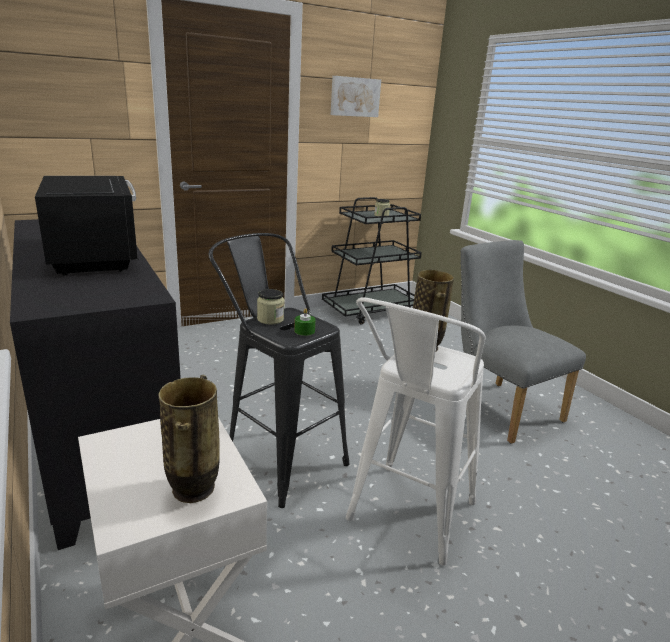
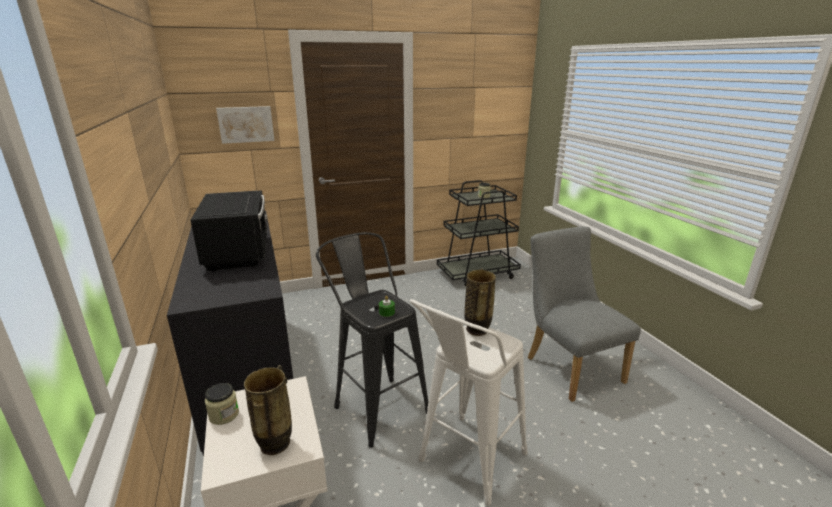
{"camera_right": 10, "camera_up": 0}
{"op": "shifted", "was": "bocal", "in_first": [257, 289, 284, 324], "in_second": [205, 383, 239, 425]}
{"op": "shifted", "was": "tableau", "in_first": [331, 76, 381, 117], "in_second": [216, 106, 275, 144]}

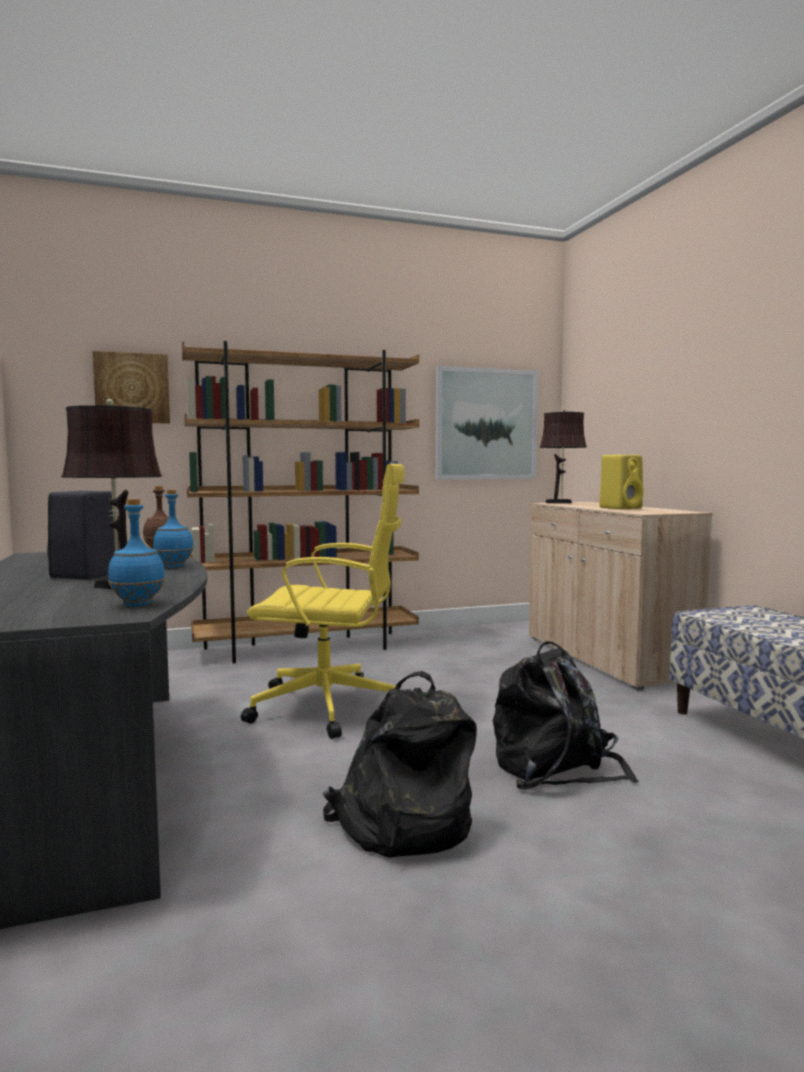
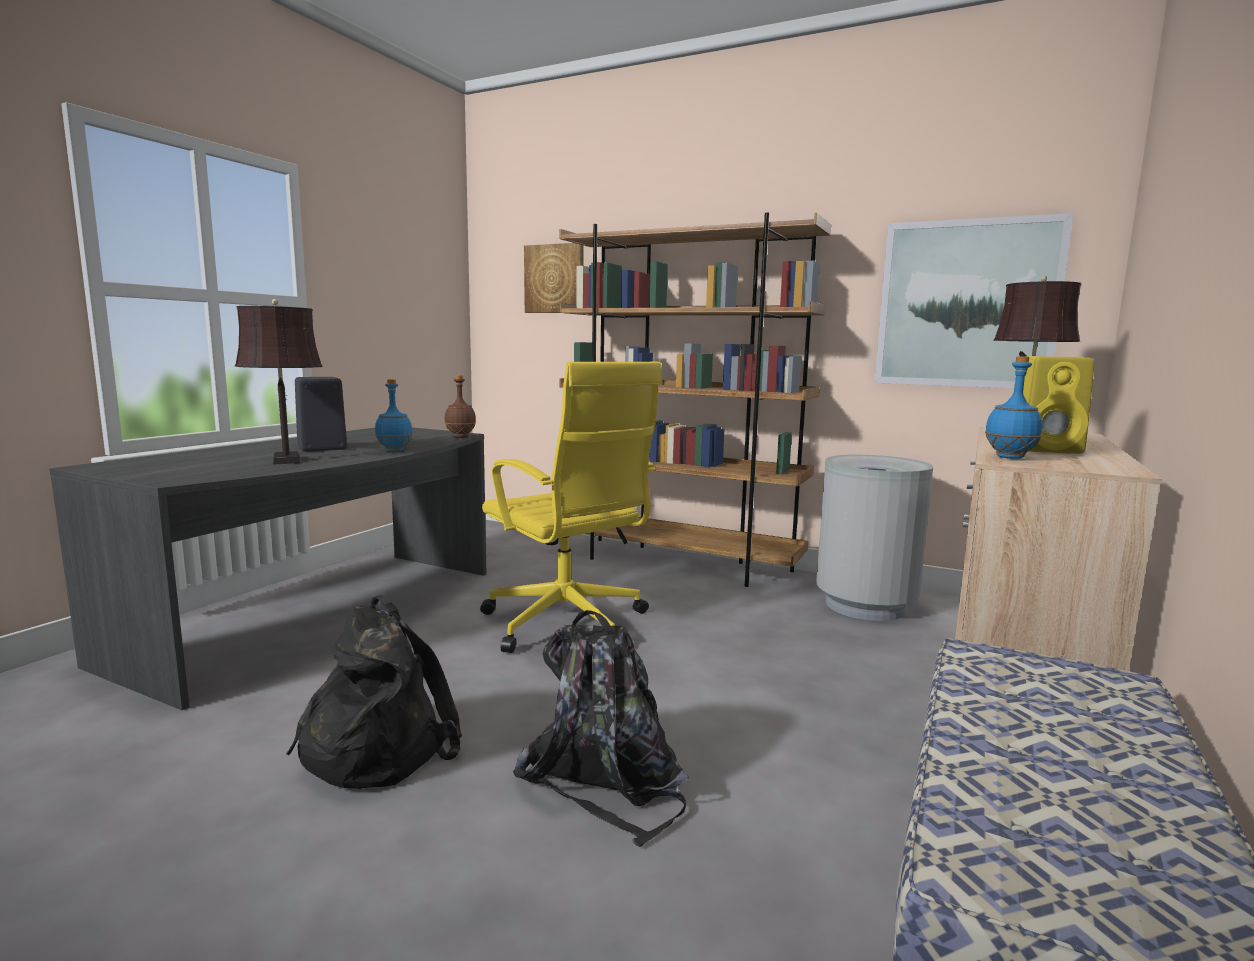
{"camera_right": 45, "camera_up": 5}
{"op": "shifted", "was": "bouteille (bleu)", "in_first": [108, 499, 165, 606], "in_second": [985, 356, 1043, 459]}
{"op": "new", "now": "poubelle (gris)", "in_second": [816, 455, 933, 621]}

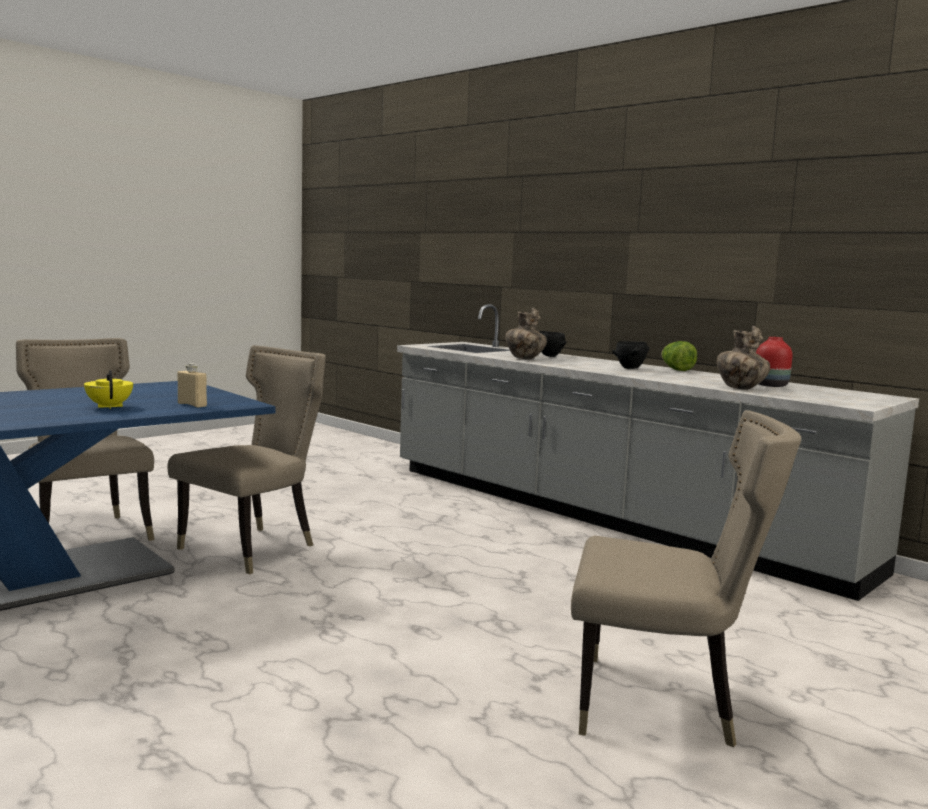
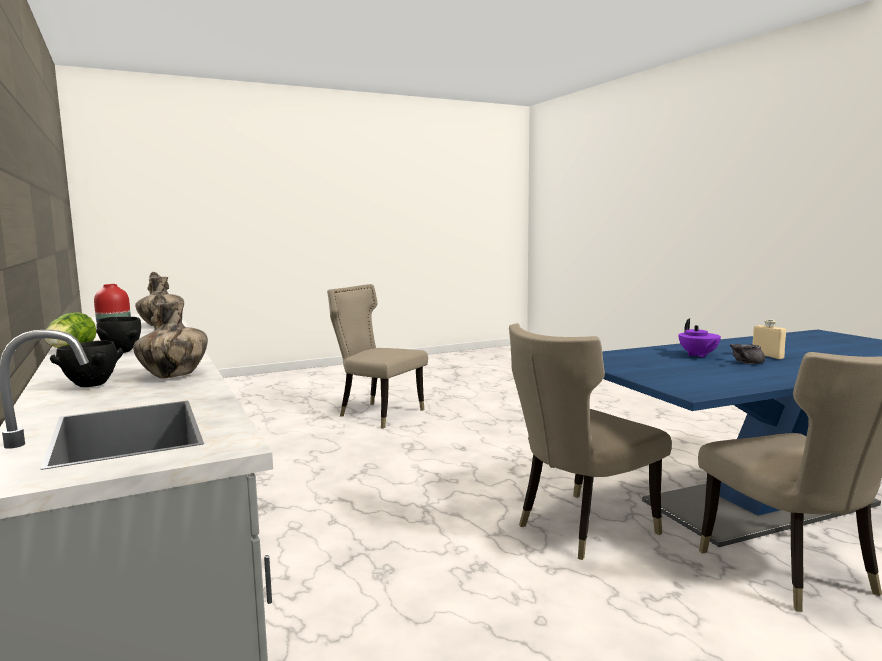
{"camera_right": -160, "camera_up": 0}
{"op": "repainted", "was": "théière (jaune)", "now": "théière (violet)", "in_first": [84, 370, 133, 409], "in_second": [678, 319, 721, 358]}
{"op": "shifted", "was": "bouteille (beige)", "in_first": [177, 363, 207, 407], "in_second": [752, 319, 786, 359]}
{"op": "new", "now": "théière (gris)", "in_second": [730, 344, 765, 364]}

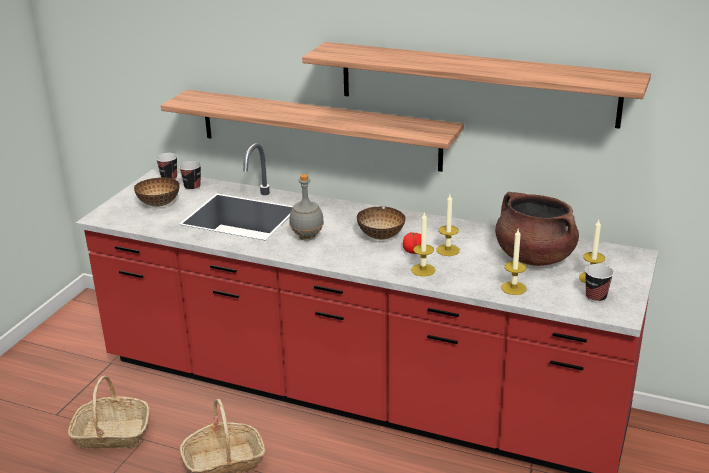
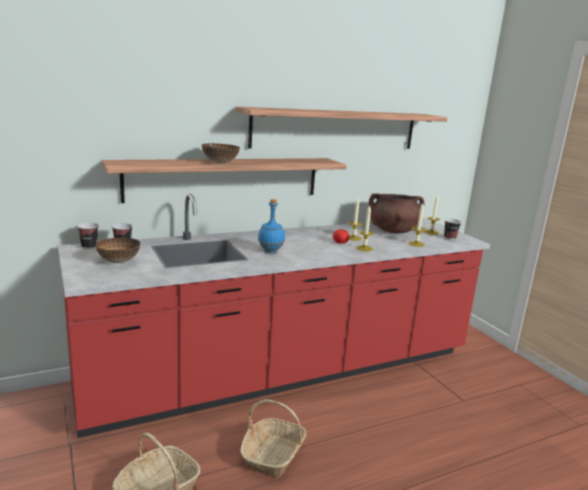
{"camera_right": -50, "camera_up": -10}
{"op": "repainted", "was": "bouteille (gris)", "now": "bouteille (bleu)", "in_first": [289, 174, 324, 241], "in_second": [258, 199, 285, 253]}
{"op": "shifted", "was": "bol", "in_first": [357, 206, 406, 240], "in_second": [202, 143, 240, 163]}

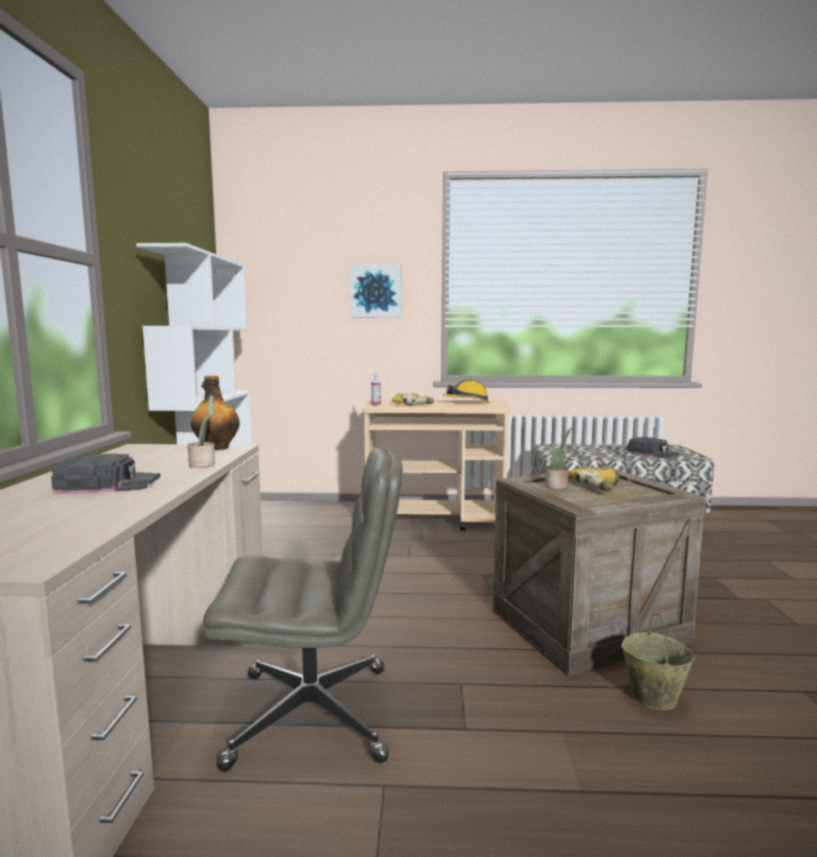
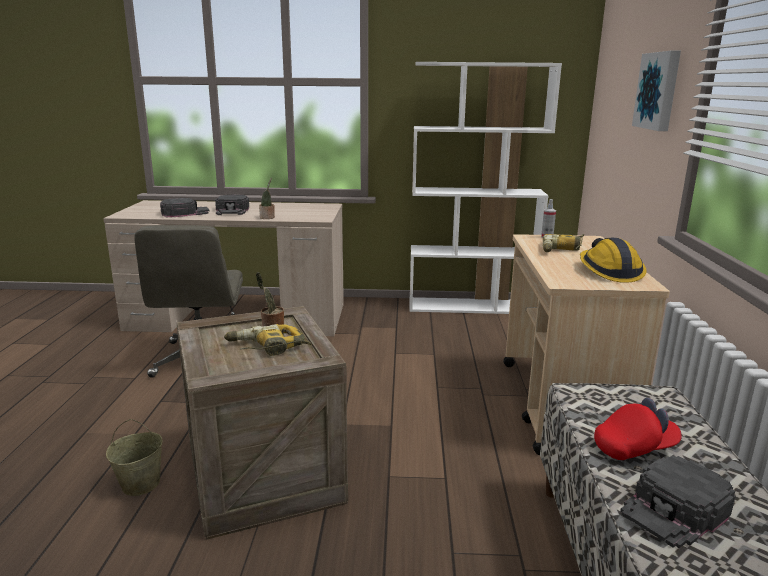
{"camera_right": 90, "camera_up": 10}
{"op": "gone", "was": "bouteille", "in_first": [191, 375, 240, 450]}
{"op": "new", "now": "casquette (noir)", "in_second": [160, 198, 209, 217]}
{"op": "new", "now": "casquette (rouge)", "in_second": [594, 398, 682, 460]}

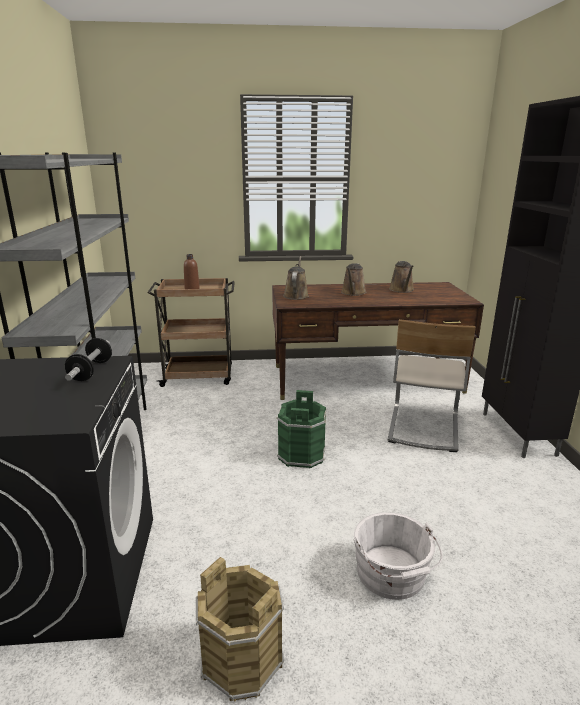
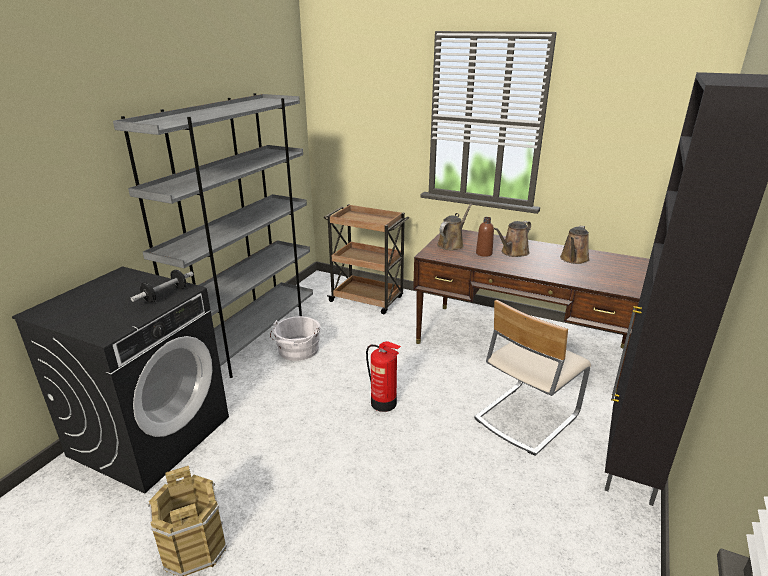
{"camera_right": 30, "camera_up": 5}
{"op": "shifted", "was": "bouteille (marron)", "in_first": [184, 254, 200, 289], "in_second": [476, 217, 494, 257]}
{"op": "swapped", "was": "seau (vert)", "now": "extincteur", "in_first": [277, 390, 326, 468], "in_second": [366, 341, 401, 412]}
{"op": "shifted", "was": "seau (blanc)", "in_first": [354, 512, 442, 600], "in_second": [270, 316, 321, 361]}

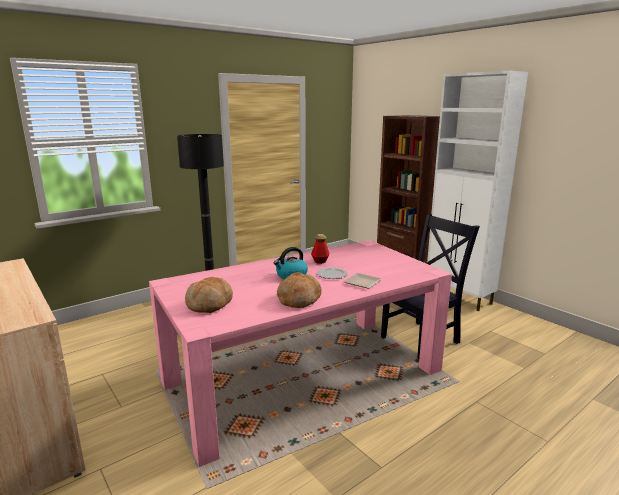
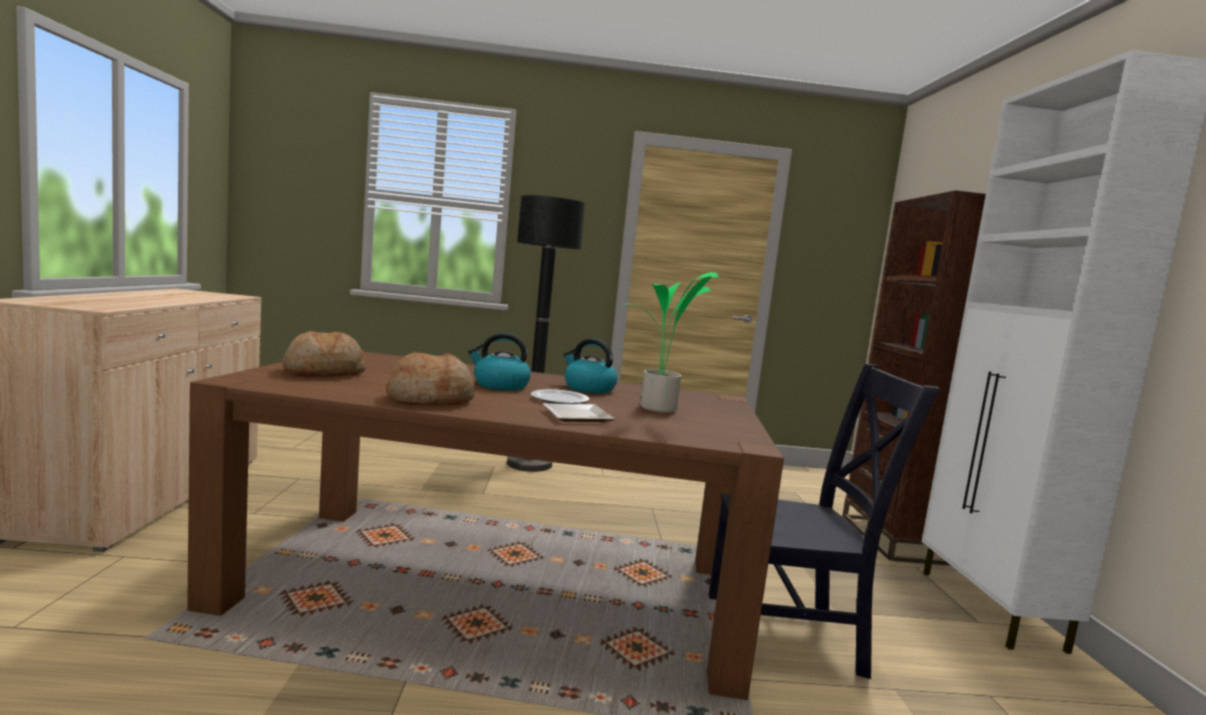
{"camera_right": 35, "camera_up": -10}
{"op": "repainted", "was": "table à manger (rose)", "now": "table à manger (marron)", "in_first": [149, 240, 452, 467], "in_second": [187, 351, 784, 700]}
{"op": "swapped", "was": "bouteille", "now": "bouilloire", "in_first": [311, 234, 329, 264], "in_second": [563, 338, 618, 393]}
{"op": "new", "now": "plante en pot", "in_second": [623, 272, 718, 413]}

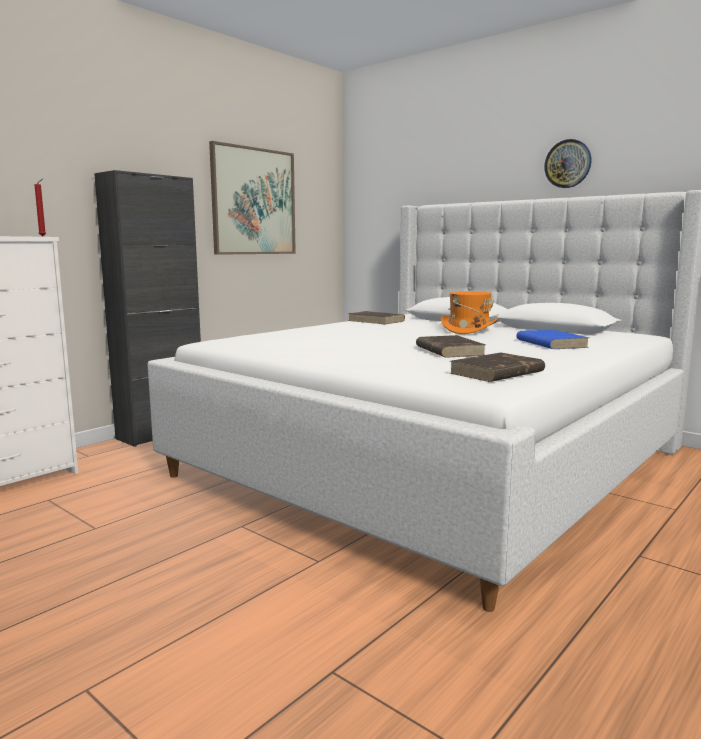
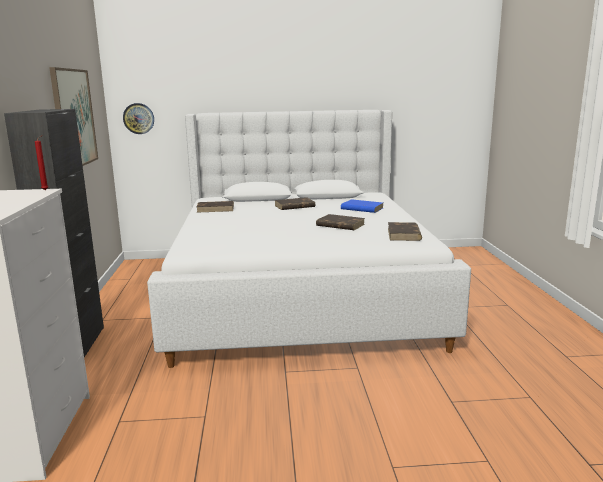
{"camera_right": -45, "camera_up": 5}
{"op": "swapped", "was": "chapeau (orange)", "now": "livre (marron)", "in_first": [441, 291, 498, 334], "in_second": [274, 197, 316, 210]}
{"op": "shifted", "was": "horloge murale", "in_first": [544, 139, 592, 188], "in_second": [123, 103, 154, 134]}

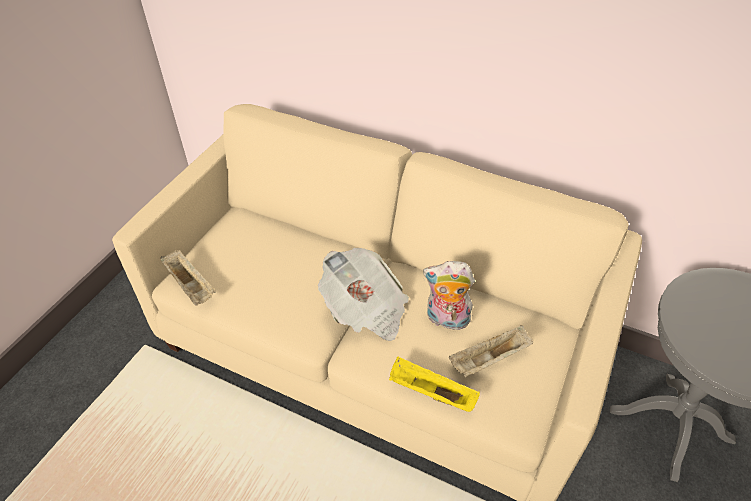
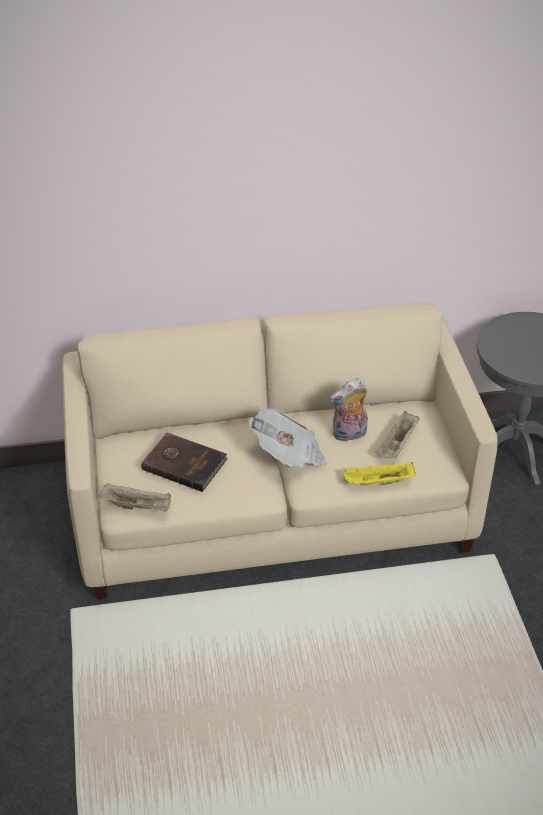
{"camera_right": -35, "camera_up": -5}
{"op": "new", "now": "livre (marron)", "in_second": [141, 432, 228, 492]}

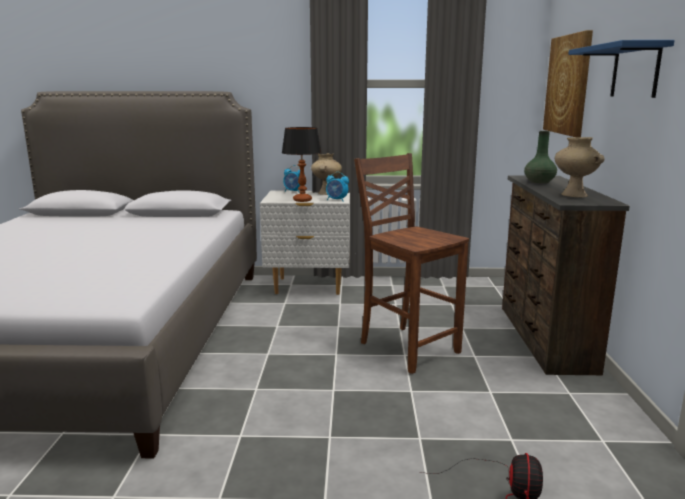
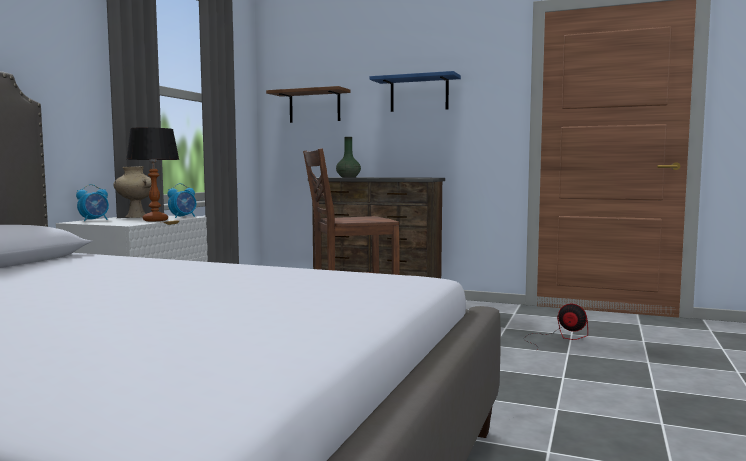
{"camera_right": -70, "camera_up": -10}
{"op": "swapped", "was": "tableau", "now": "étagère (marron)", "in_first": [543, 30, 593, 137], "in_second": [266, 86, 351, 123]}
{"op": "gone", "was": "vase (beige)", "in_first": [555, 137, 605, 198]}

